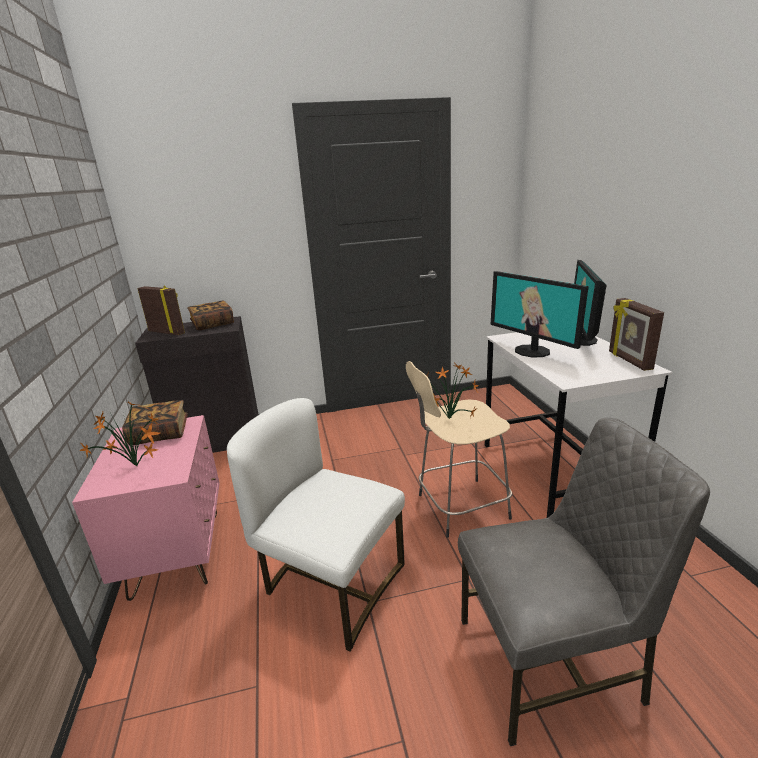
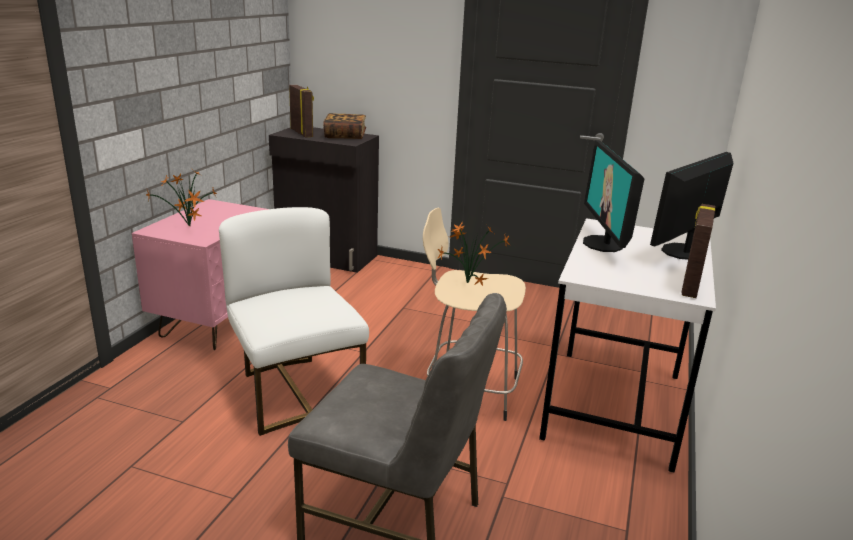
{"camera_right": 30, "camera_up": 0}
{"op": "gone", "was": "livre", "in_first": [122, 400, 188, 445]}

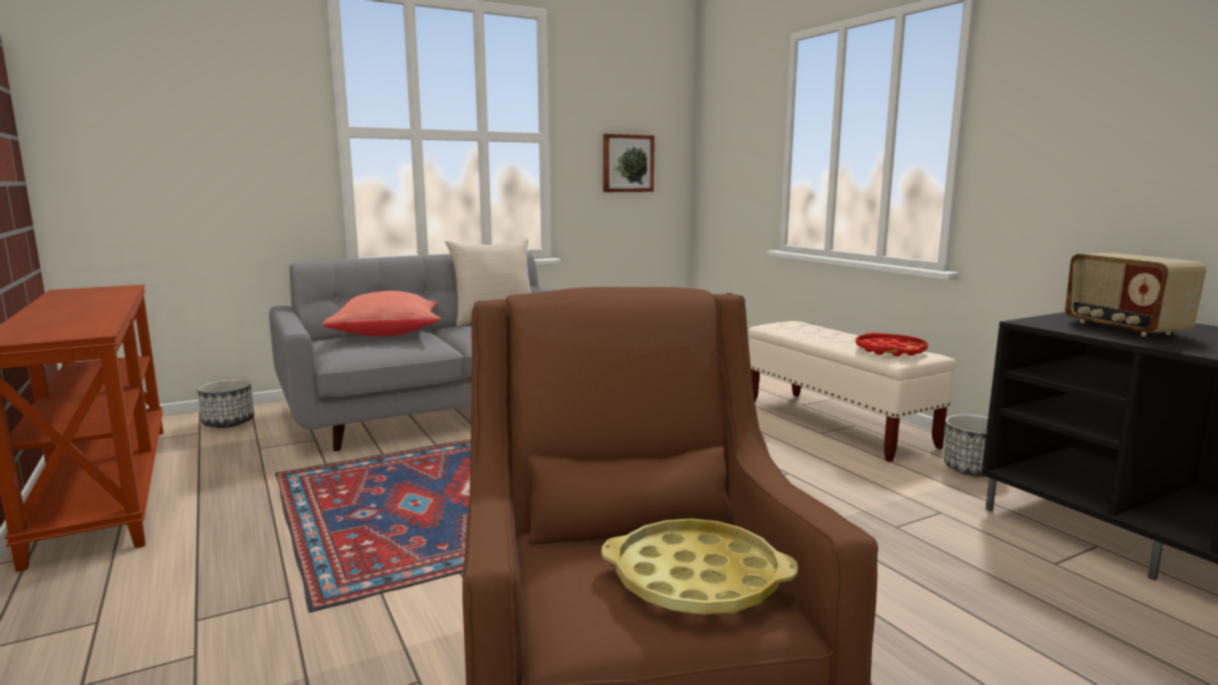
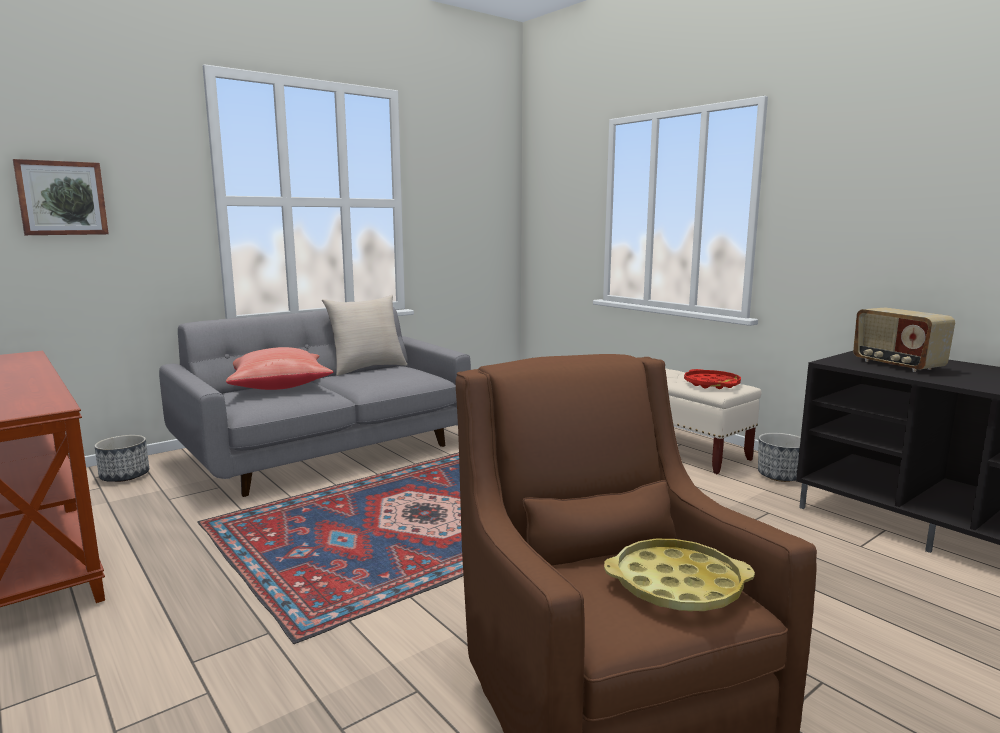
{"camera_right": -10, "camera_up": 0}
{"op": "shifted", "was": "tableau", "in_first": [603, 134, 655, 192], "in_second": [13, 159, 109, 235]}

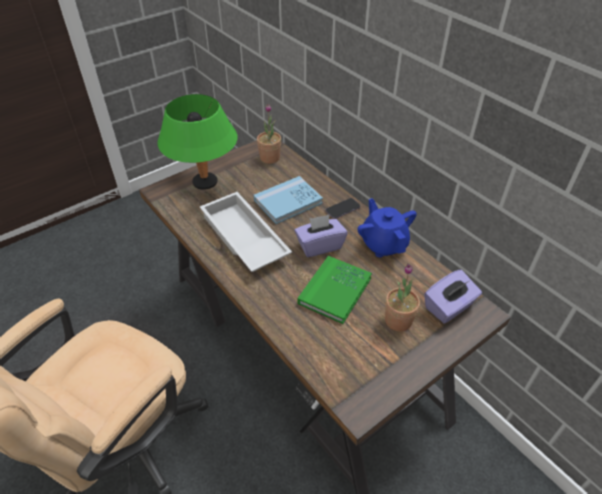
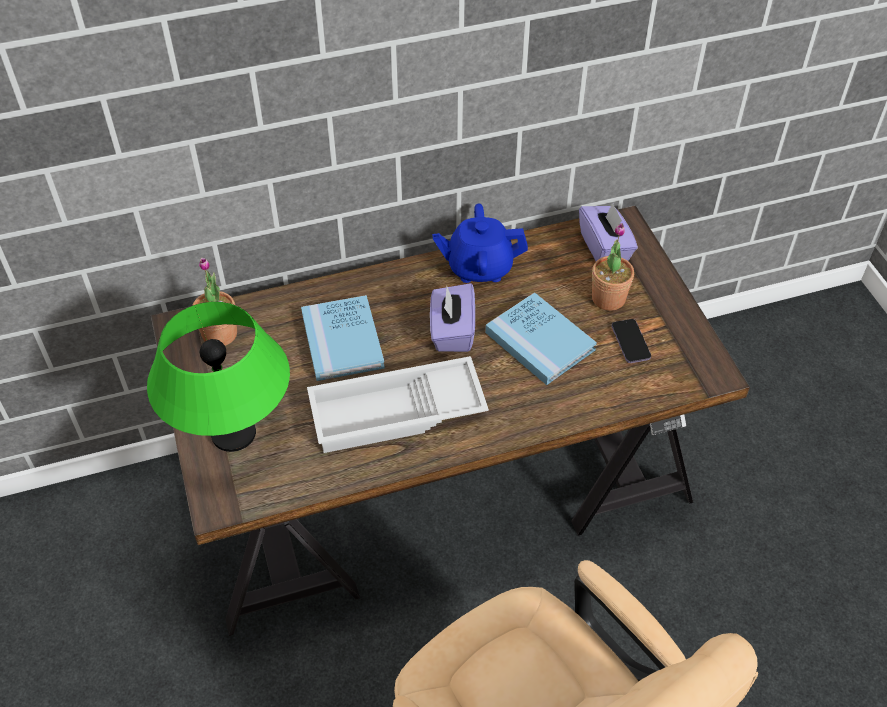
{"camera_right": -70, "camera_up": 5}
{"op": "repainted", "was": "livre (vert)", "now": "livre (bleu)", "in_first": [297, 256, 372, 324], "in_second": [485, 292, 597, 385]}
{"op": "shifted", "was": "téléphone", "in_first": [326, 198, 360, 219], "in_second": [611, 319, 651, 363]}

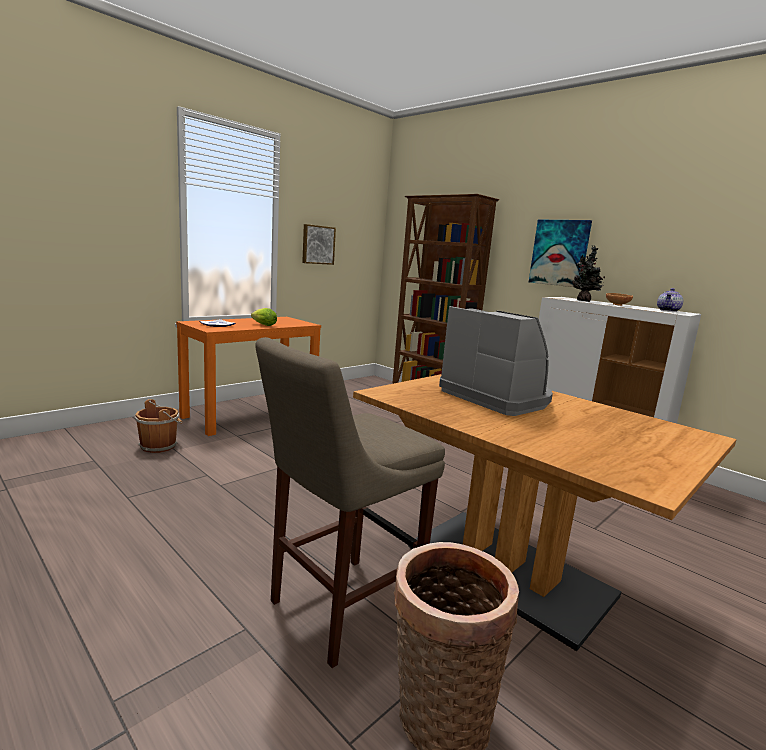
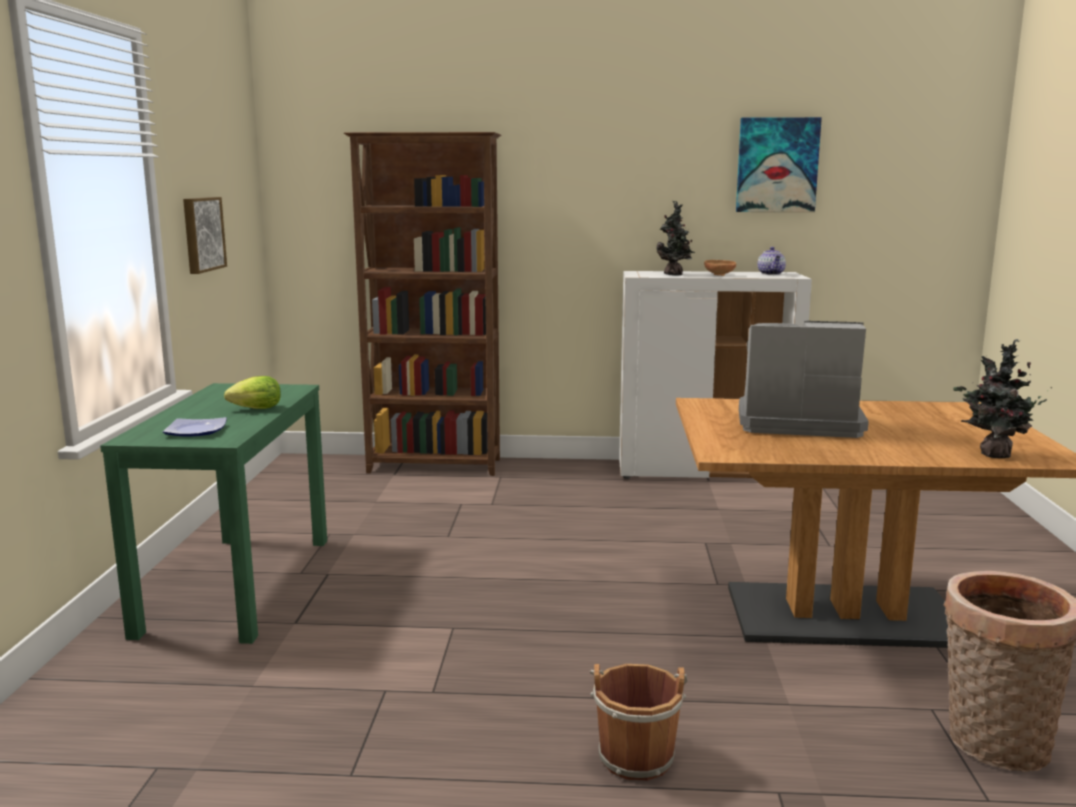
{"camera_right": -40, "camera_up": 0}
{"op": "shifted", "was": "seau (marron)", "in_first": [134, 399, 183, 453], "in_second": [589, 664, 688, 781]}
{"op": "repainted", "was": "table console (orange)", "now": "table console (vert)", "in_first": [176, 317, 321, 436], "in_second": [100, 383, 327, 644]}
{"op": "gone", "was": "tabouret (beige)", "in_first": [255, 337, 445, 668]}
{"op": "shifted", "was": "tableau", "in_first": [529, 219, 592, 287], "in_second": [736, 117, 822, 212]}
{"op": "new", "now": "plante en pot", "in_second": [953, 339, 1052, 458]}

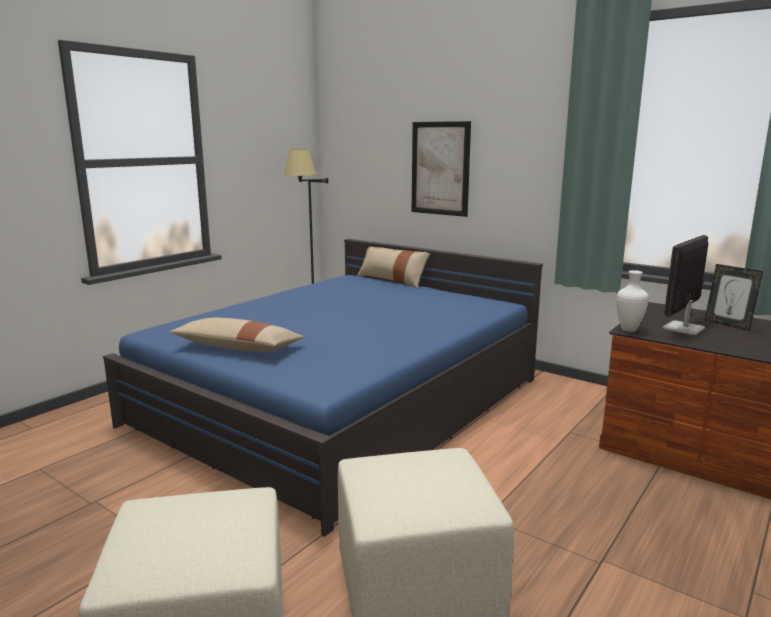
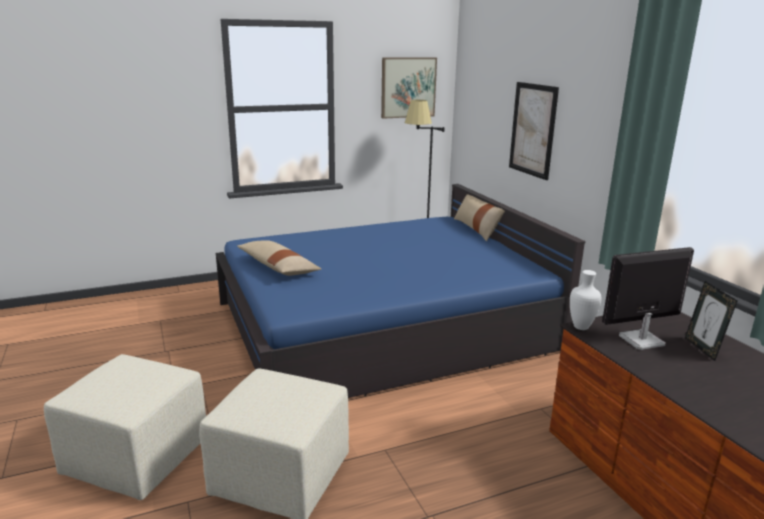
{"camera_right": 30, "camera_up": 5}
{"op": "new", "now": "tableau", "in_second": [381, 57, 437, 119]}

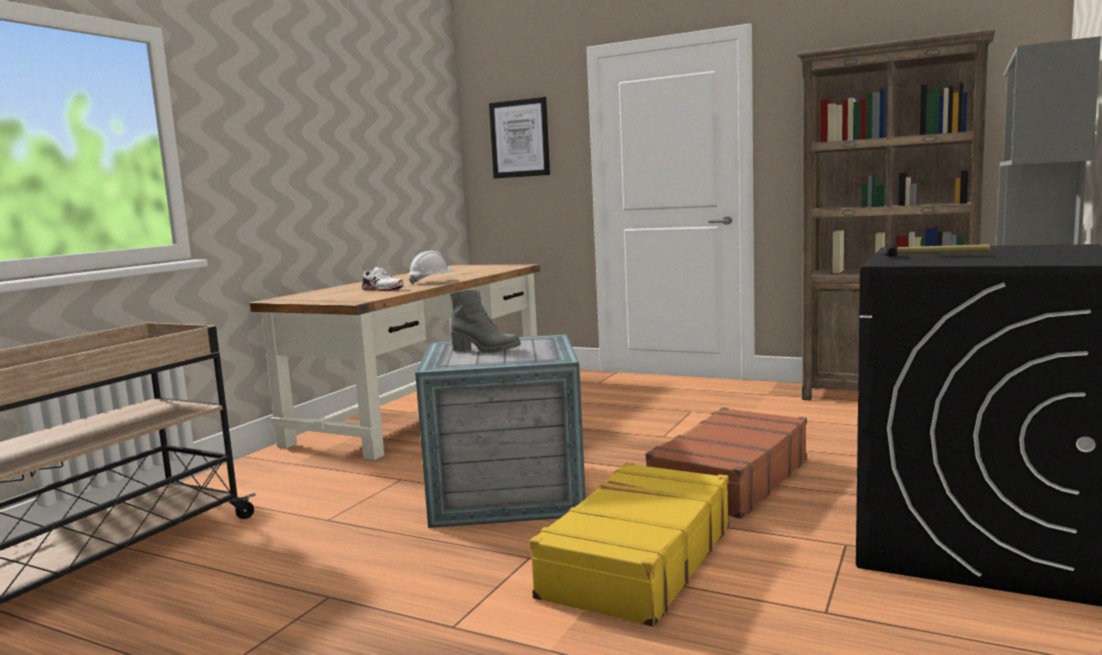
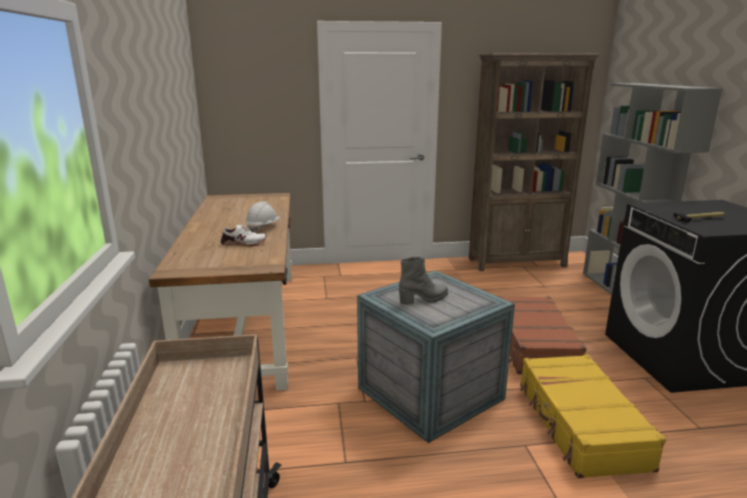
{"camera_right": -35, "camera_up": 10}
{"op": "gone", "was": "tableau", "in_first": [489, 97, 550, 178]}

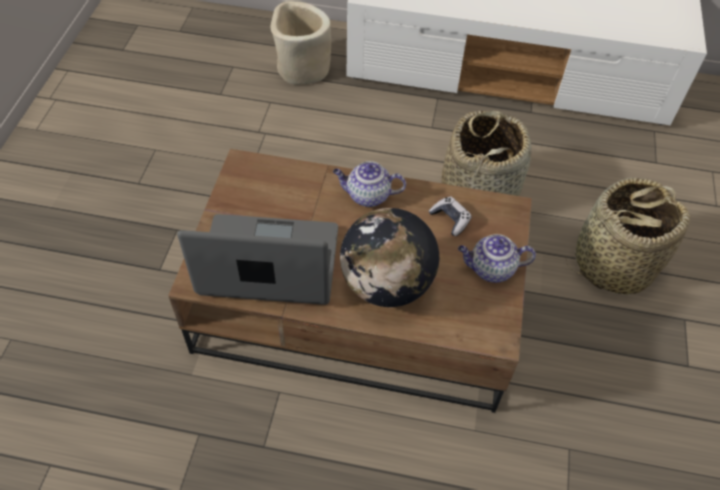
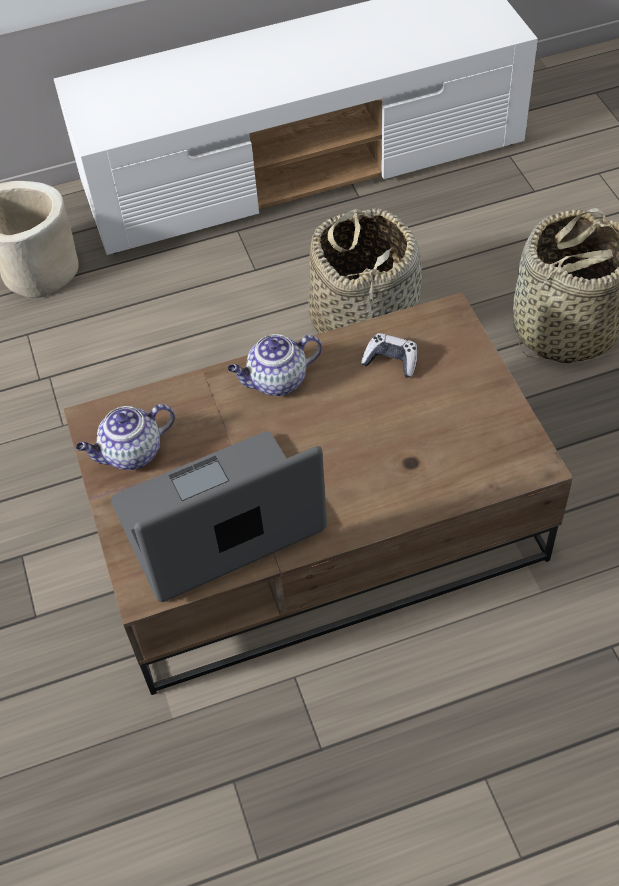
{"camera_right": -25, "camera_up": 0}
{"op": "gone", "was": "globe", "in_first": [340, 208, 439, 307]}
{"op": "shifted", "was": "théière", "in_first": [458, 234, 536, 283], "in_second": [76, 404, 175, 470]}

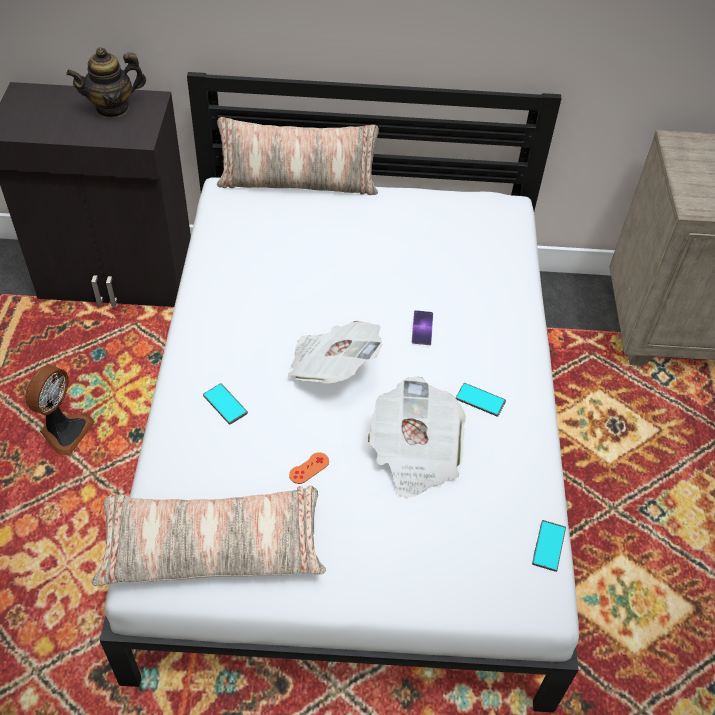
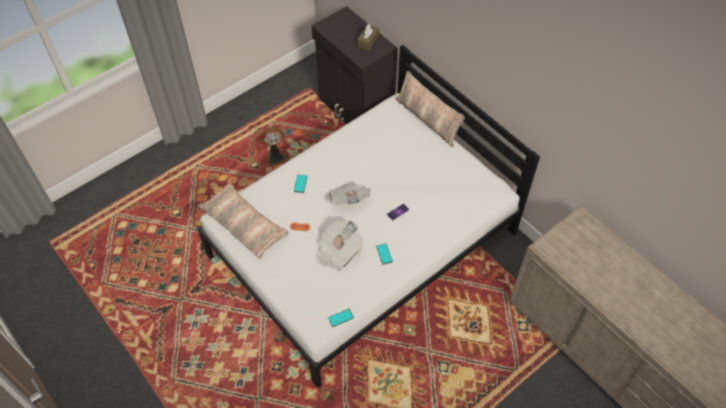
{"camera_right": 50, "camera_up": 5}
{"op": "swapped", "was": "théière", "now": "boîte à mouchoirs (marron)", "in_first": [66, 47, 146, 118], "in_second": [357, 24, 379, 51]}

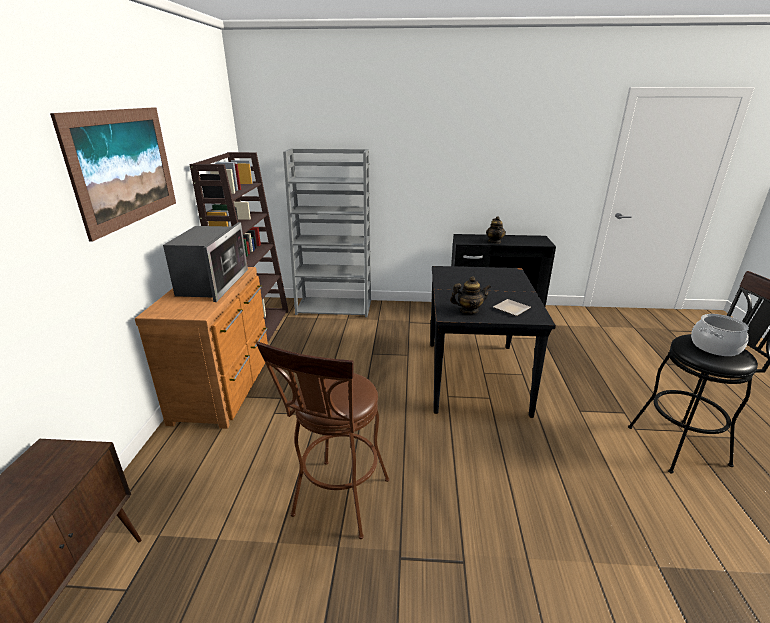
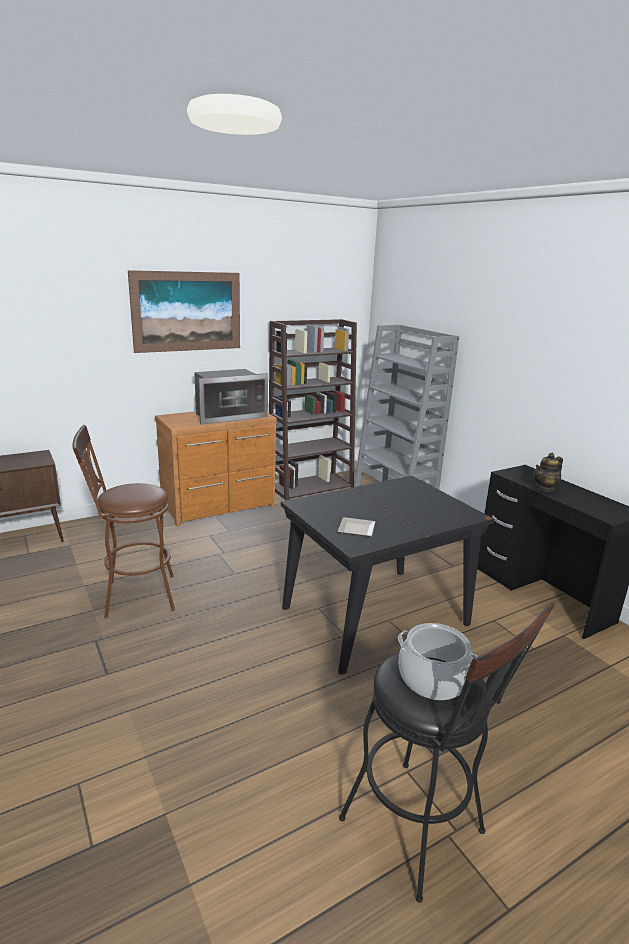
{"camera_right": 55, "camera_up": -5}
{"op": "gone", "was": "théière", "in_first": [450, 276, 491, 314]}

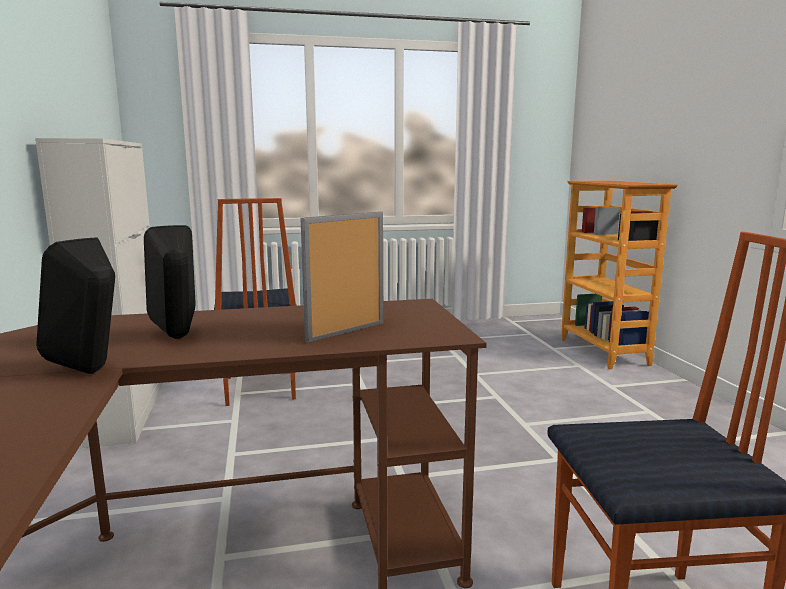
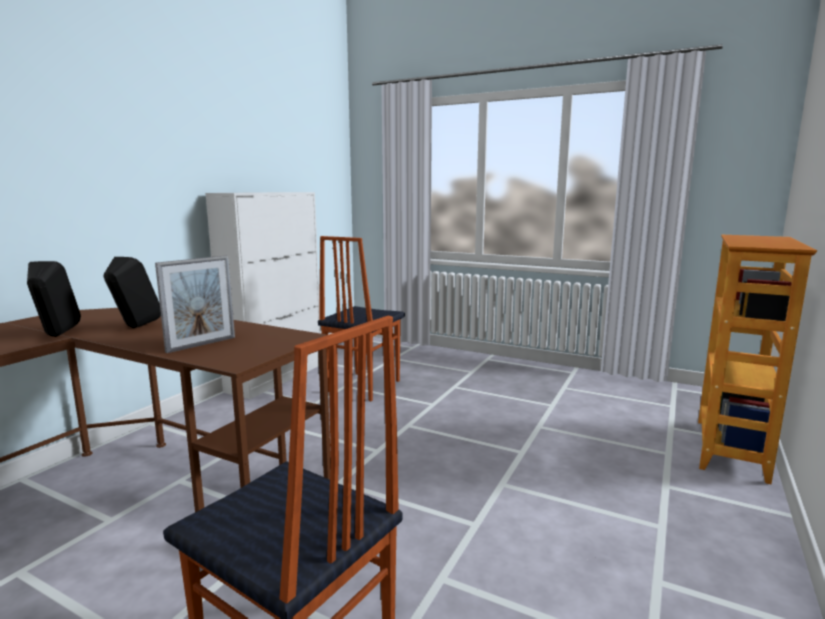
{"camera_right": 40, "camera_up": 0}
{"op": "rotated", "was": "cadre photo", "in_first": [300, 211, 383, 343], "in_second": [155, 255, 235, 353], "clockwise": 135}

